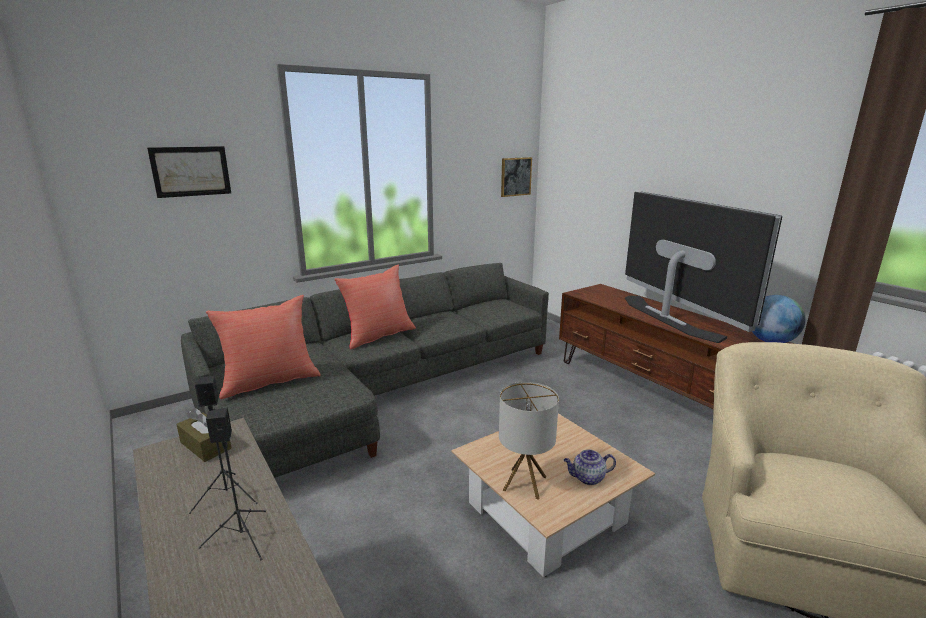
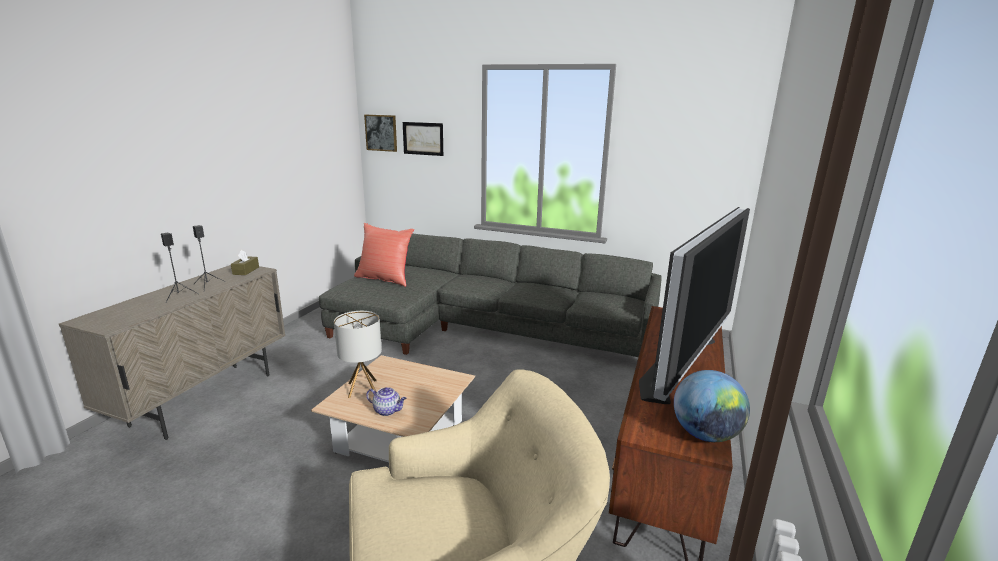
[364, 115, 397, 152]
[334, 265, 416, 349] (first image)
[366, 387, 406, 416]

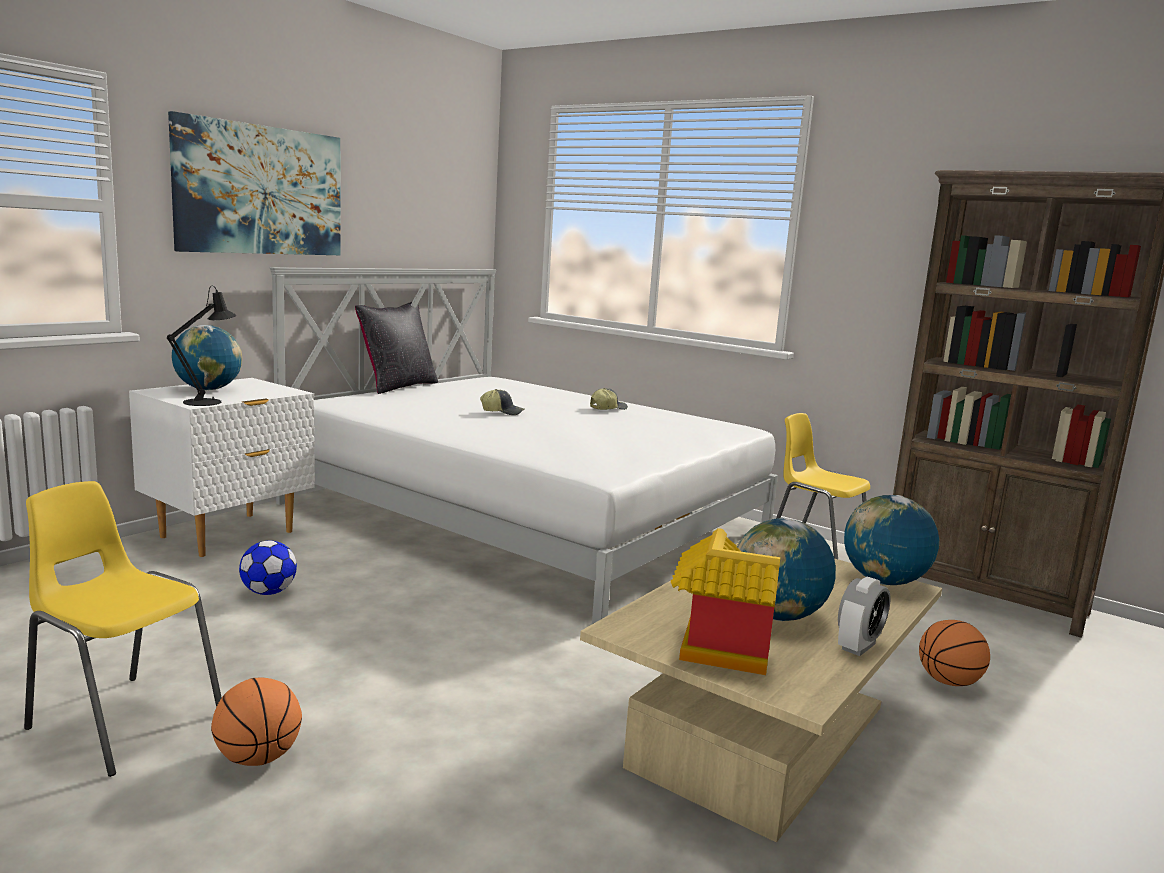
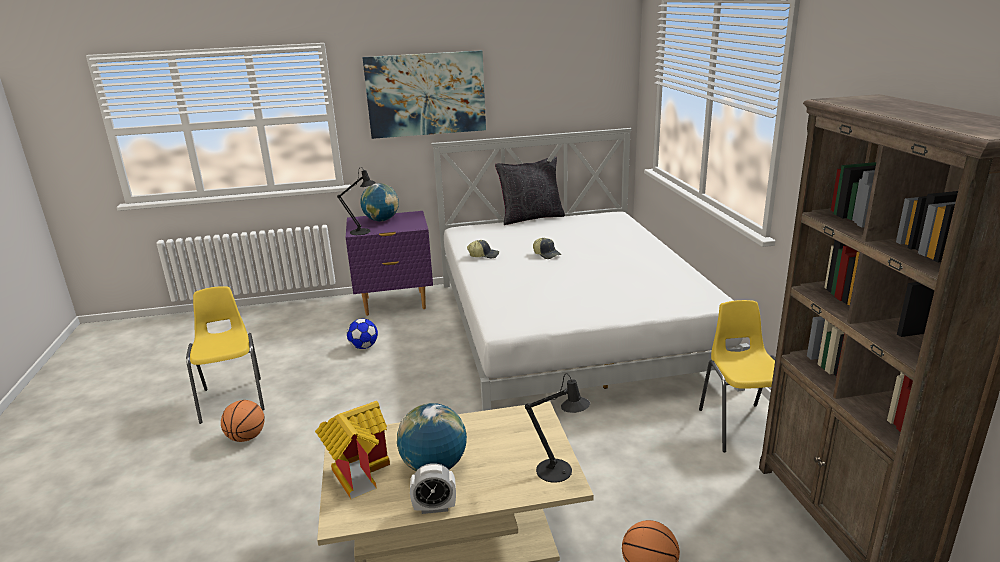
[345, 211, 433, 316]
[467, 240, 499, 258]
[525, 373, 590, 483]

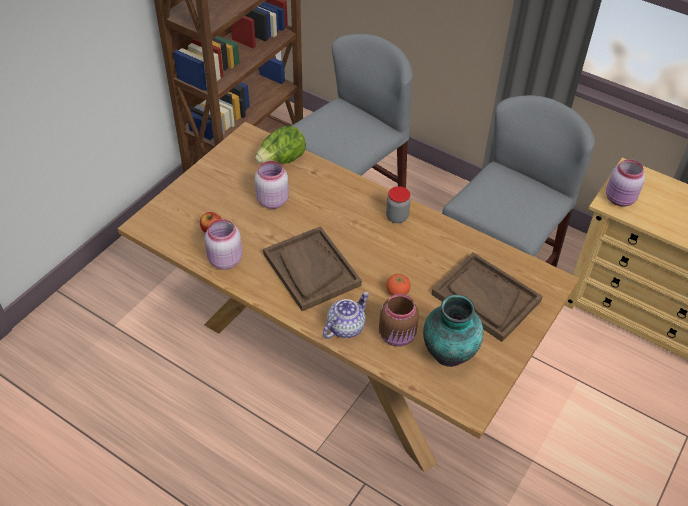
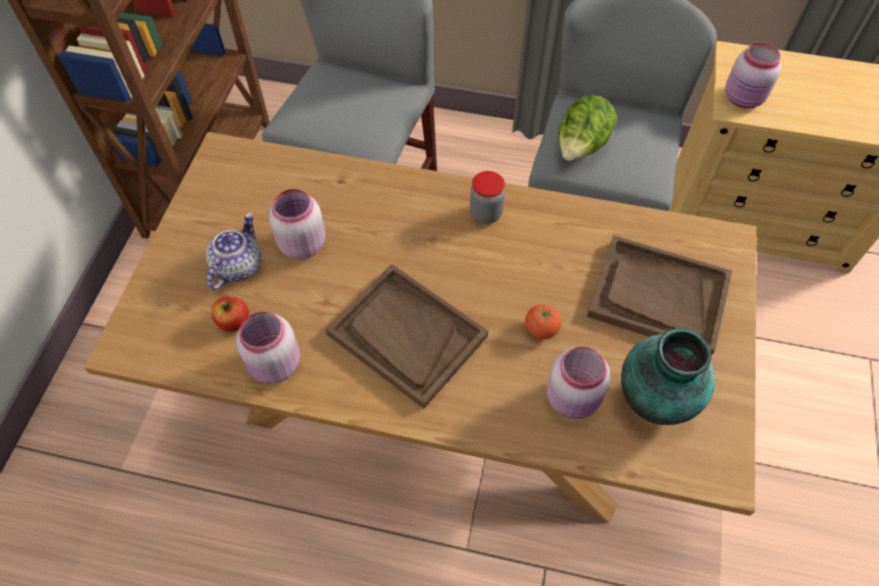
[558, 95, 617, 161]
[206, 213, 261, 290]
[547, 346, 611, 419]

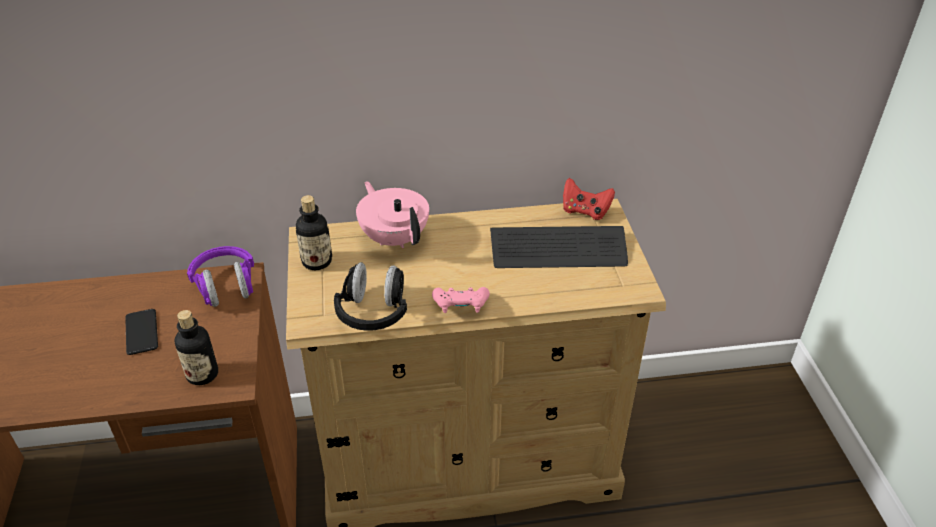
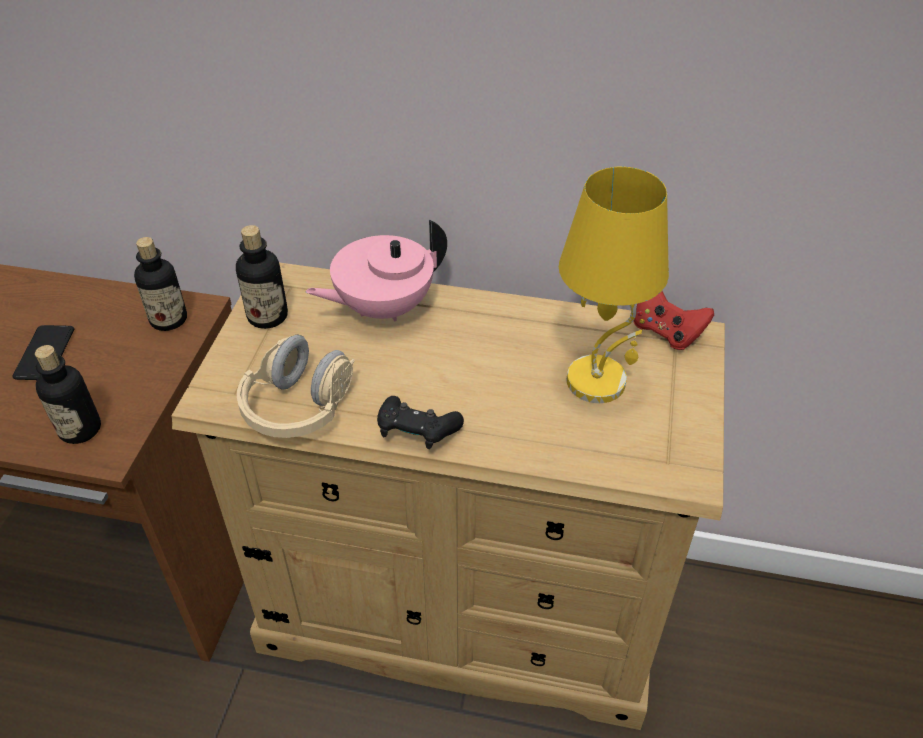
[305, 220, 447, 321]
[559, 167, 669, 403]
[134, 237, 187, 331]
[237, 335, 355, 438]
[377, 396, 464, 449]

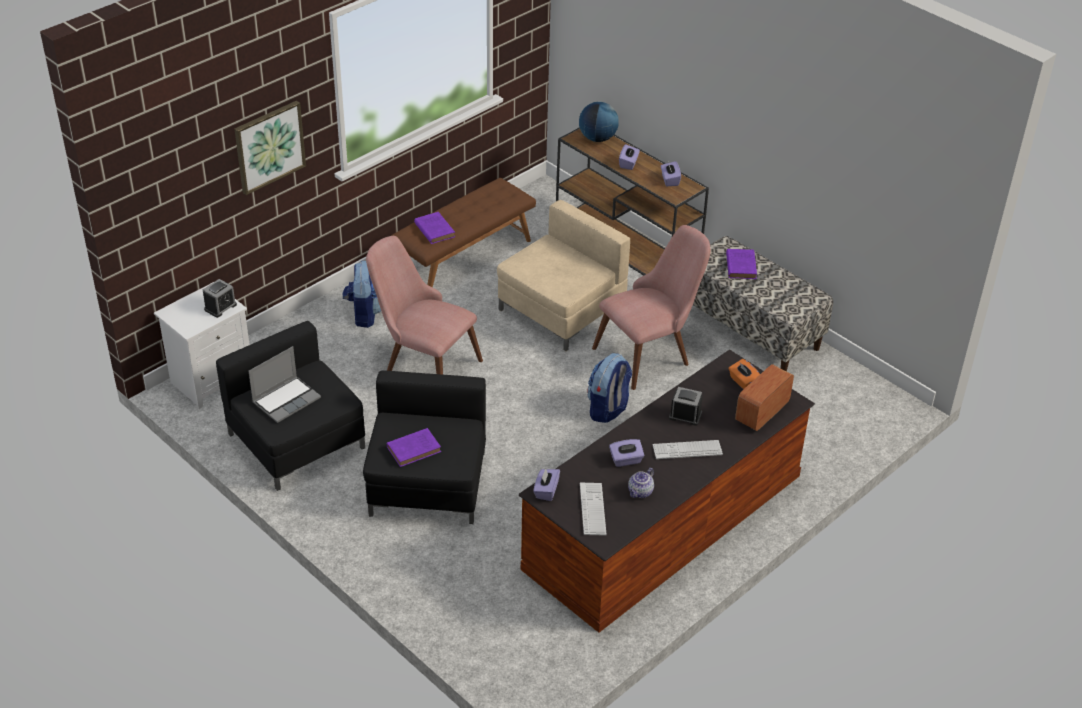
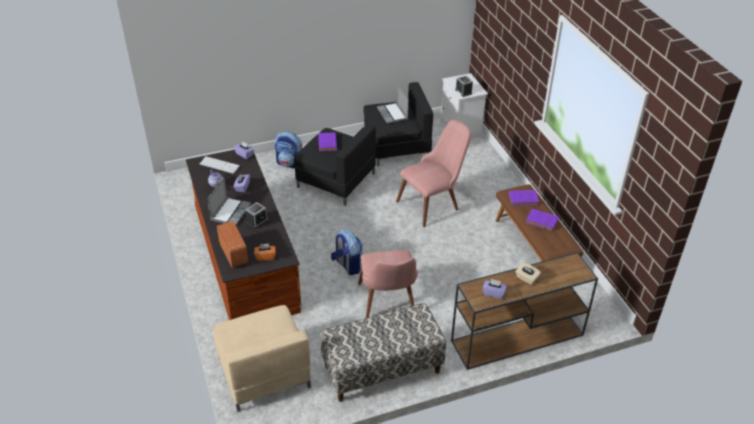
[235, 101, 306, 195] (first image)
[579, 102, 619, 142] (first image)
[515, 262, 541, 285]
[213, 305, 311, 412]
[526, 208, 559, 231]
[275, 131, 302, 169]
[207, 177, 251, 225]

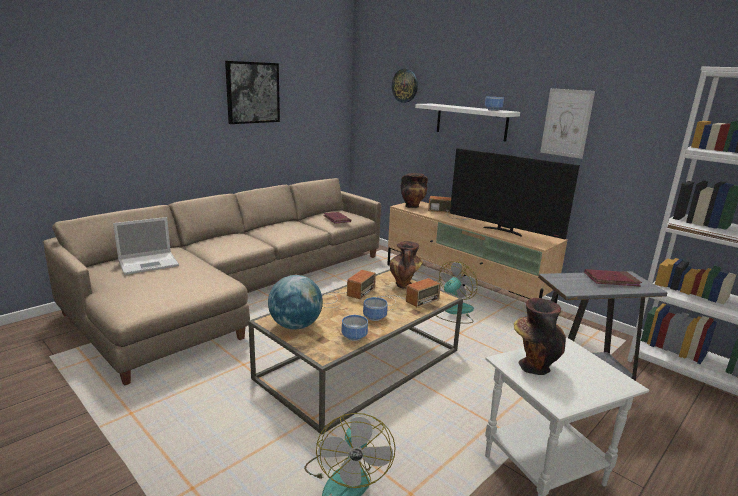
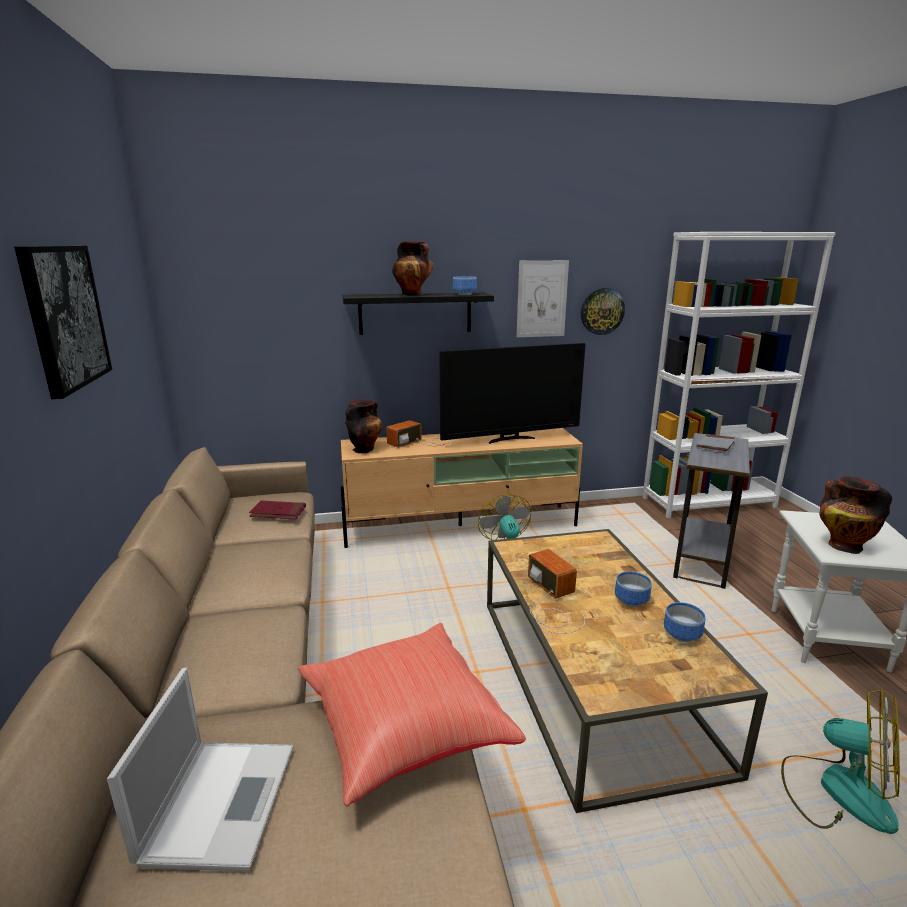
[581, 288, 625, 335]
[342, 292, 494, 335]
[392, 241, 433, 295]
[696, 434, 736, 453]
[268, 275, 323, 330] (first image)
[378, 278, 441, 311] (first image)
[298, 623, 526, 807]

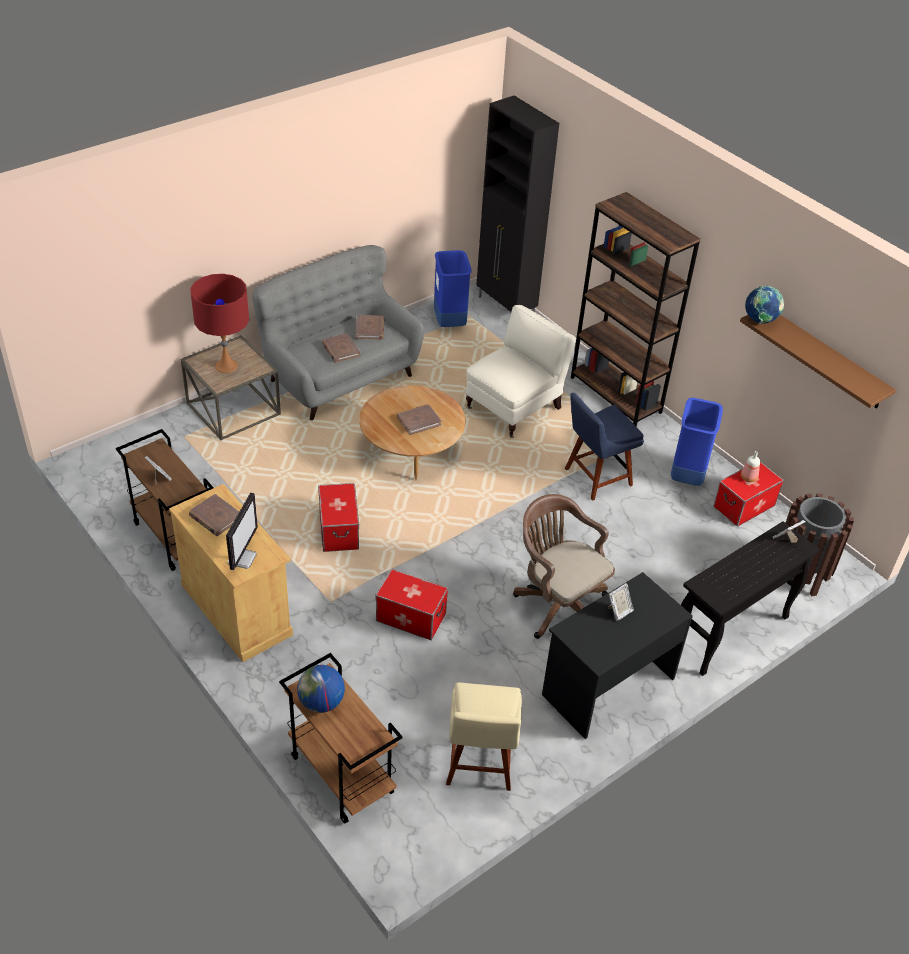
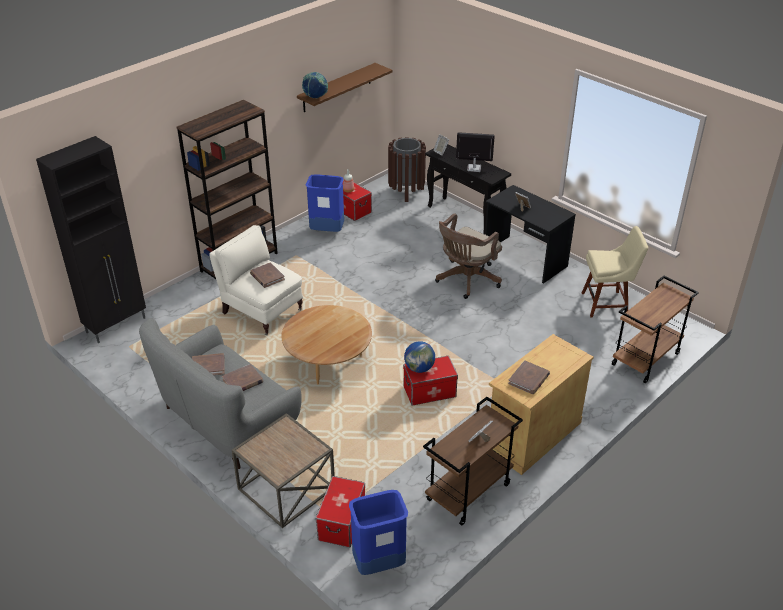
[349, 490, 408, 575]
[190, 274, 249, 373] (first image)
[565, 393, 644, 501] (first image)
[250, 262, 285, 288]
[456, 132, 495, 172]
[316, 476, 365, 547]
[404, 341, 435, 373]

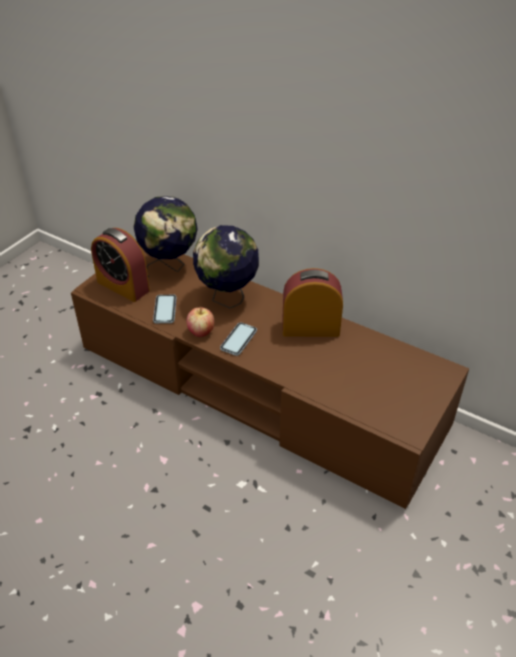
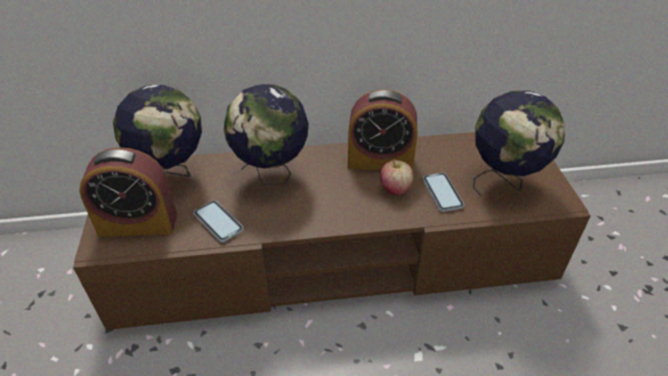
[348, 90, 417, 171]
[380, 160, 413, 195]
[423, 173, 464, 212]
[473, 91, 565, 196]

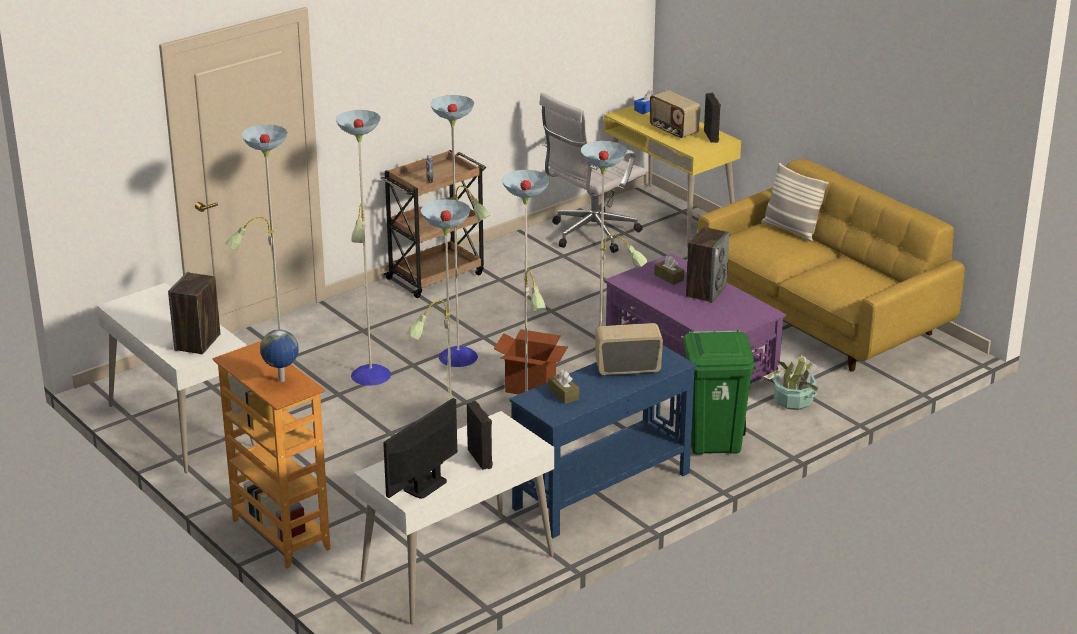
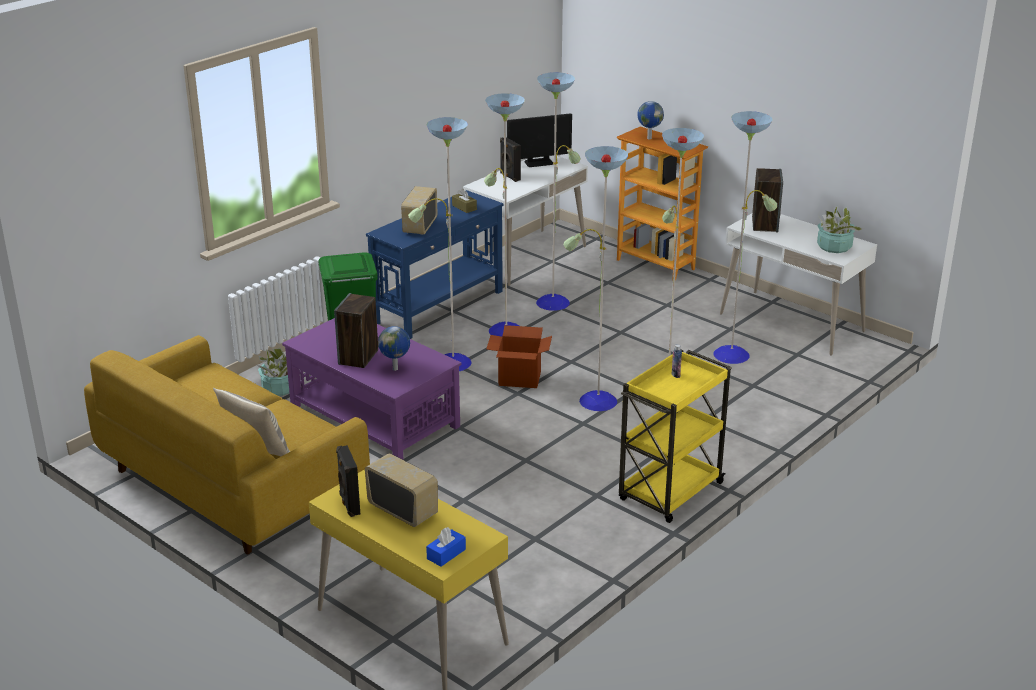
[539, 93, 646, 253] (first image)
[619, 349, 732, 523]
[378, 326, 410, 371]
[401, 186, 437, 235]
[507, 113, 572, 167]
[817, 206, 865, 253]

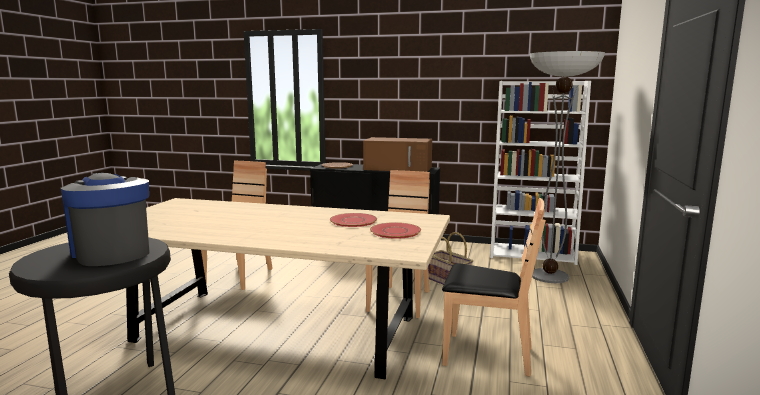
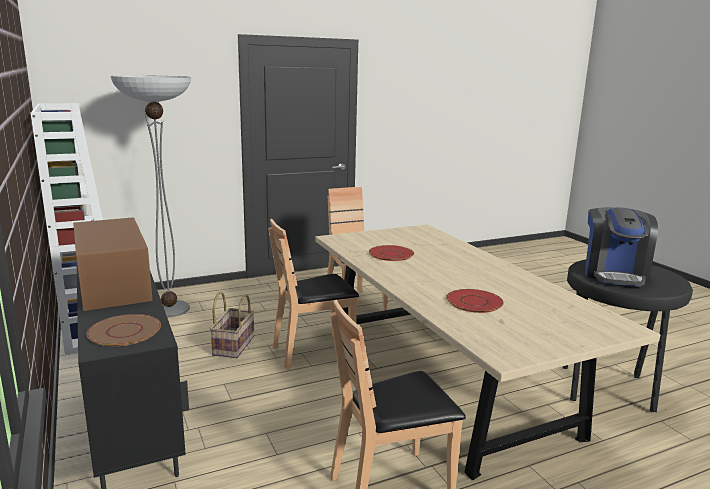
[446, 289, 504, 313]

